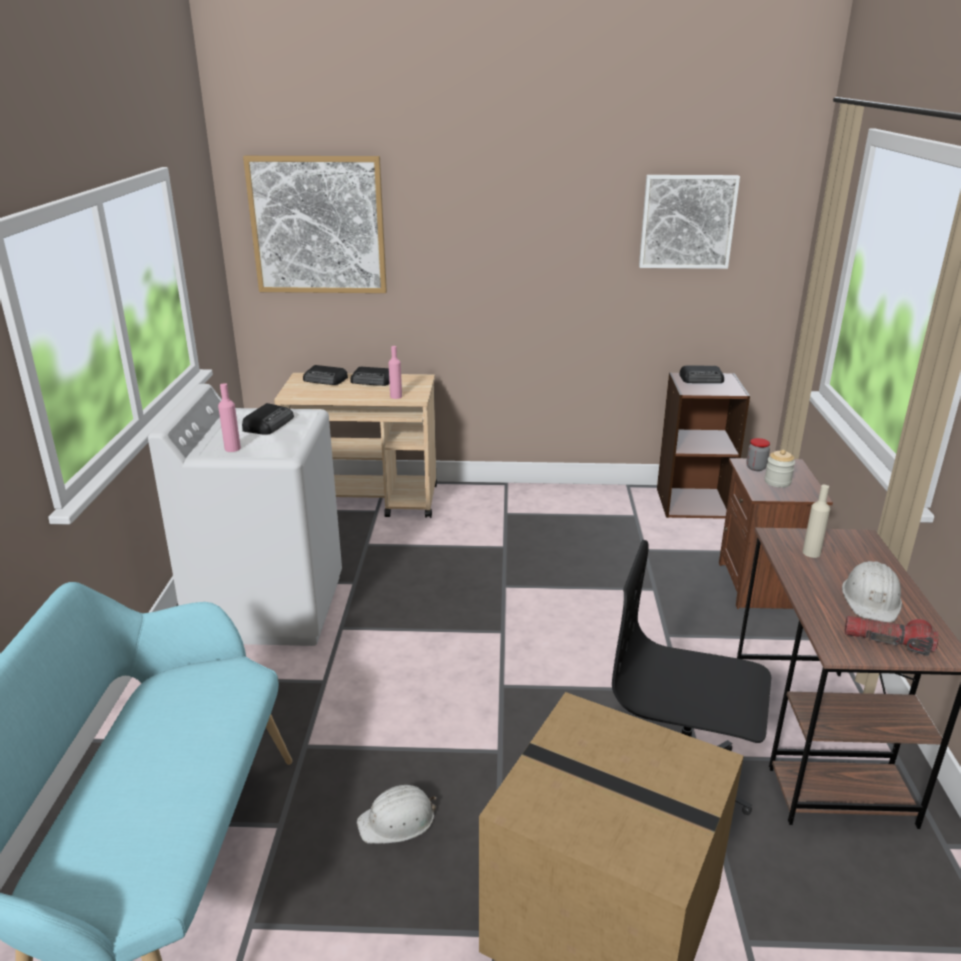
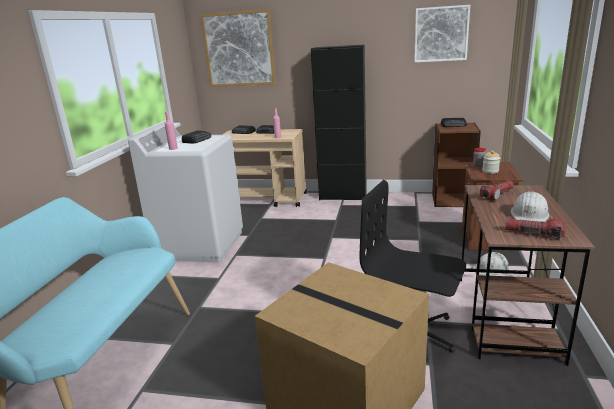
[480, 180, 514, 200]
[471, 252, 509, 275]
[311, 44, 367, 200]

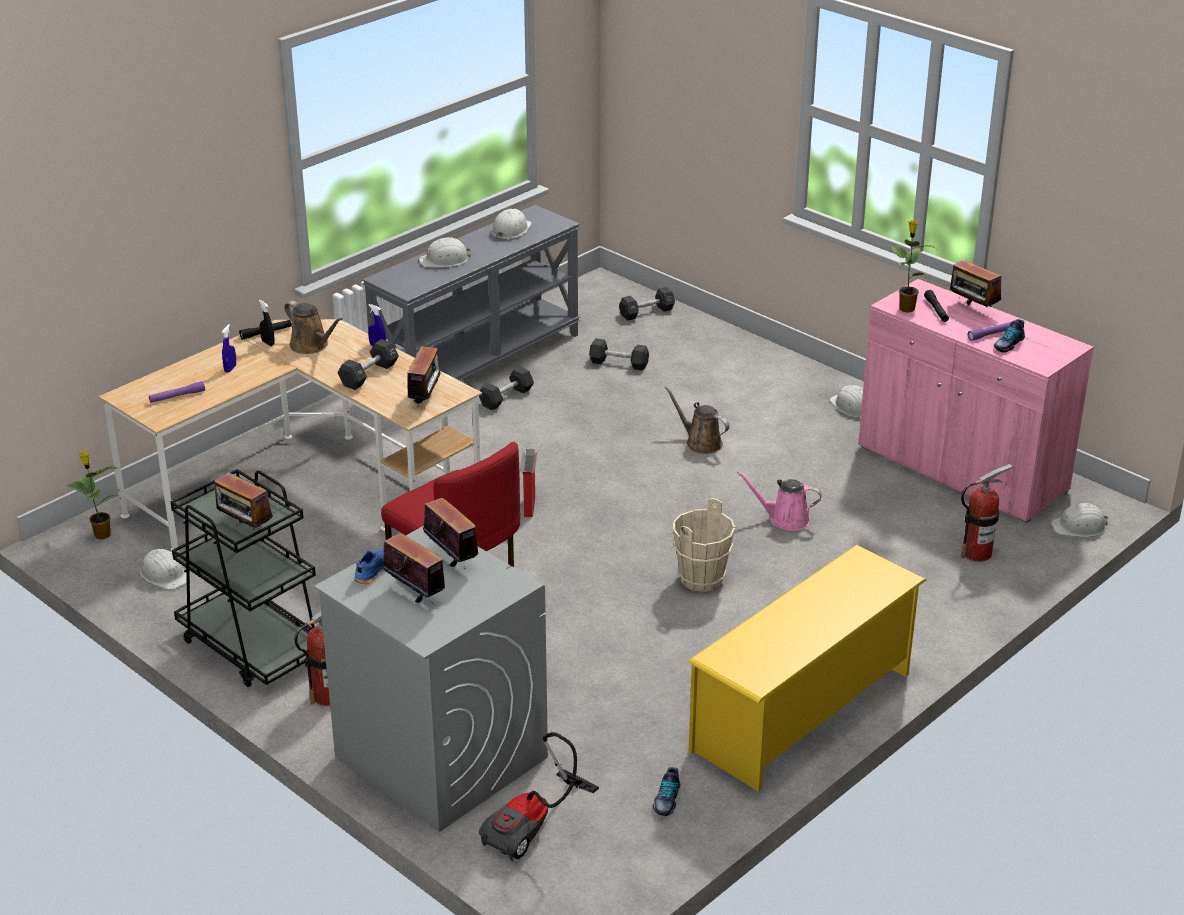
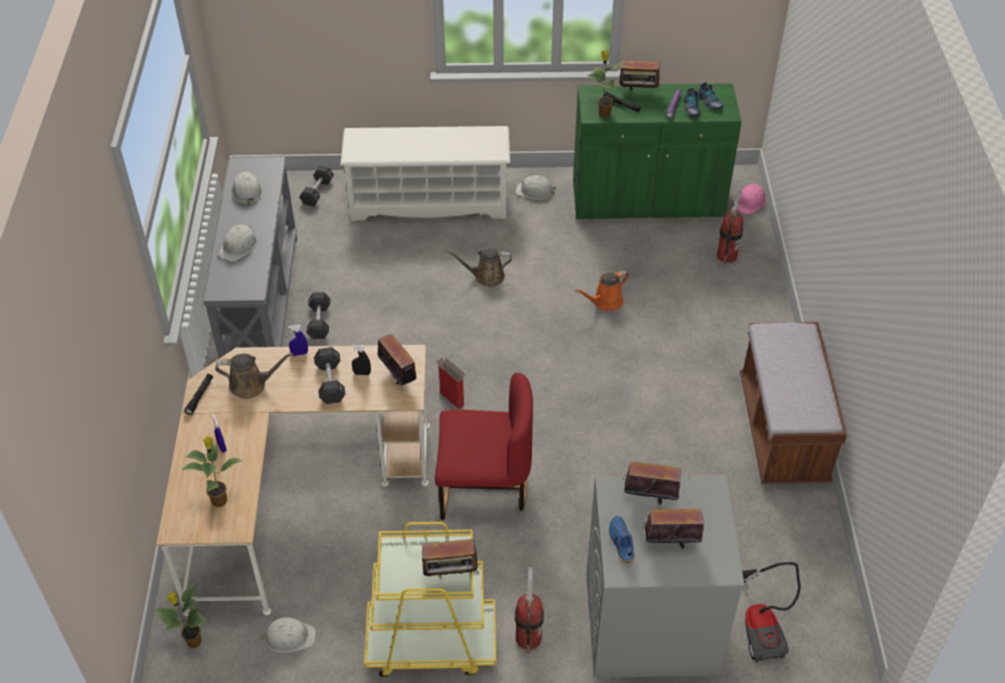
[573, 83, 742, 219]
[352, 345, 371, 375]
[589, 338, 649, 371] (first image)
[181, 437, 243, 507]
[364, 522, 496, 677]
[575, 270, 629, 311]
[673, 498, 735, 592] (first image)
[737, 184, 766, 214]
[740, 322, 847, 484]
[697, 82, 723, 110]
[340, 126, 510, 221]

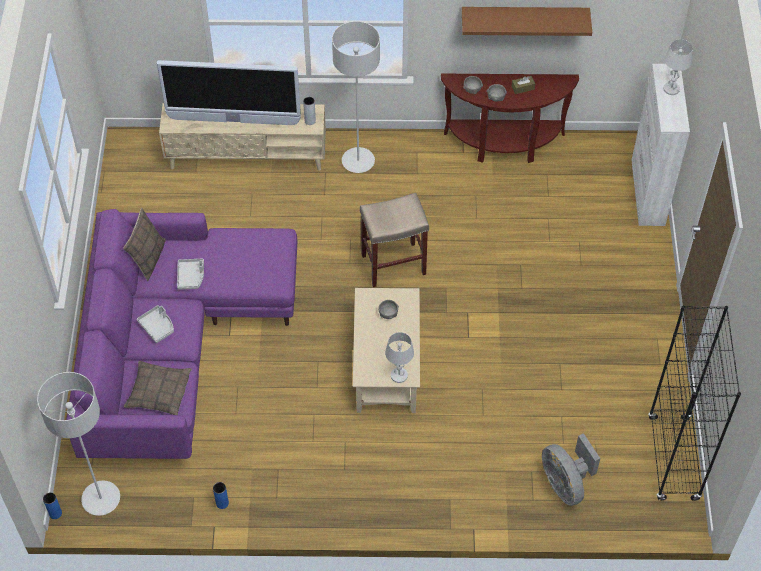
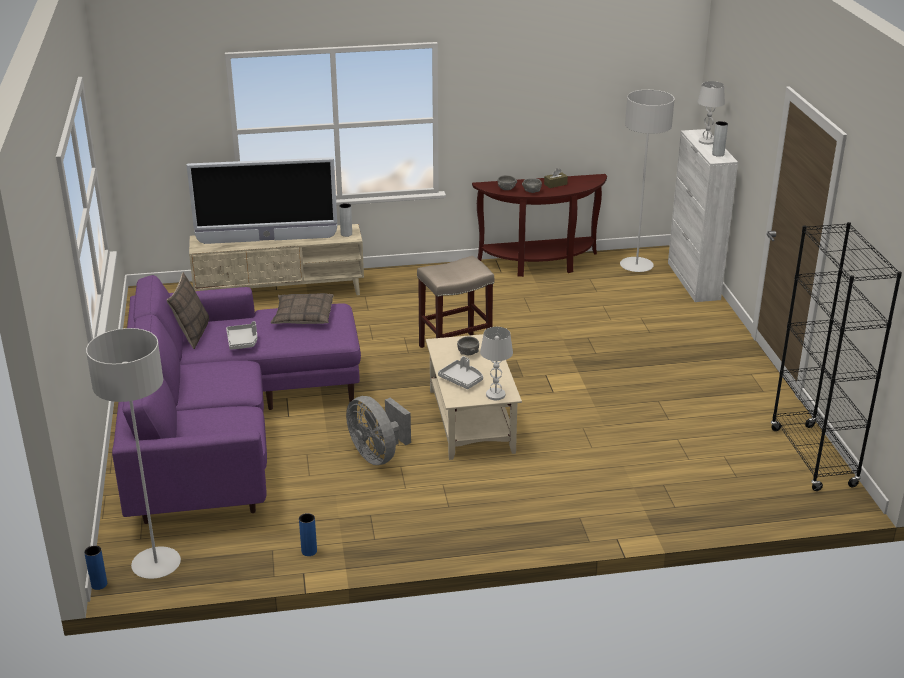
[462, 7, 592, 36] (first image)
[620, 90, 675, 272]
[438, 356, 483, 389]
[271, 293, 334, 324]
[346, 396, 411, 465]
[712, 121, 728, 157]

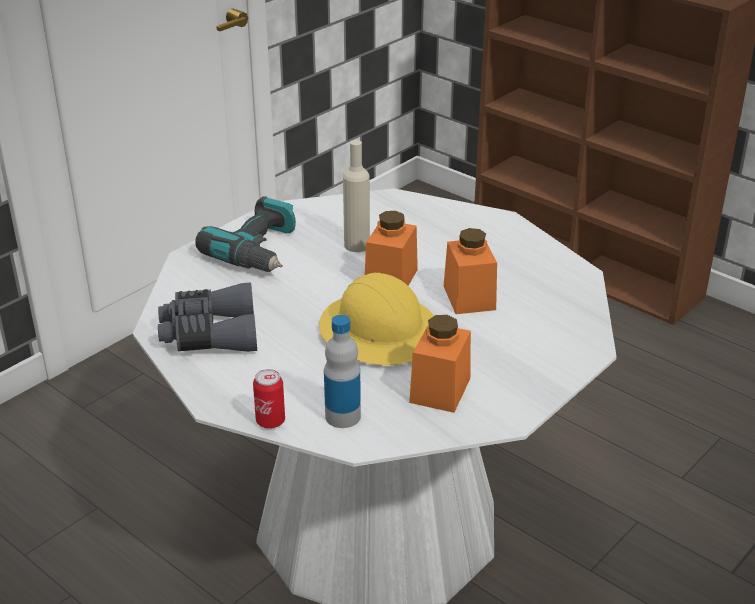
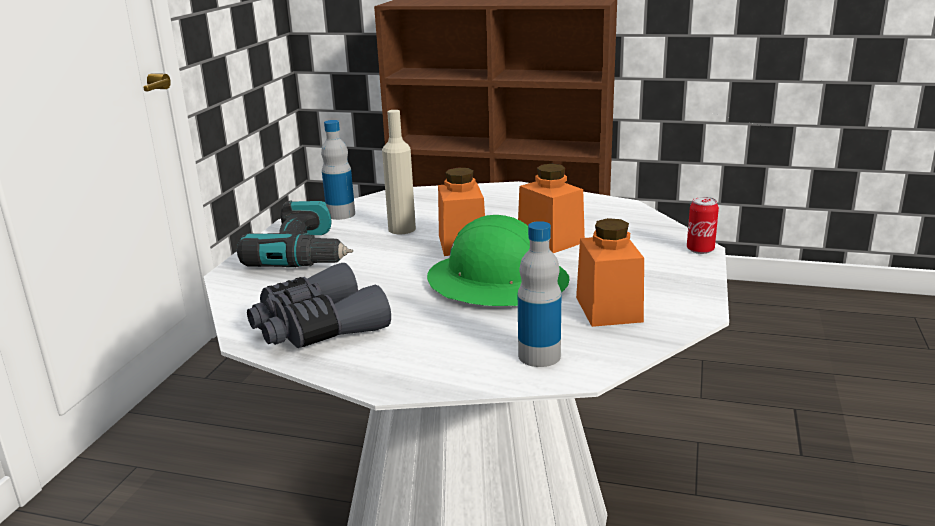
[427, 215, 569, 306]
[687, 197, 719, 254]
[321, 120, 355, 220]

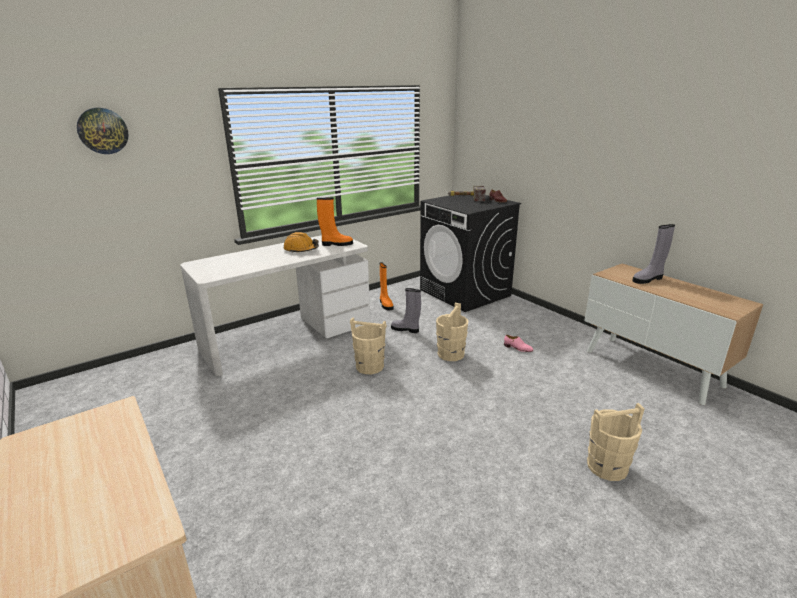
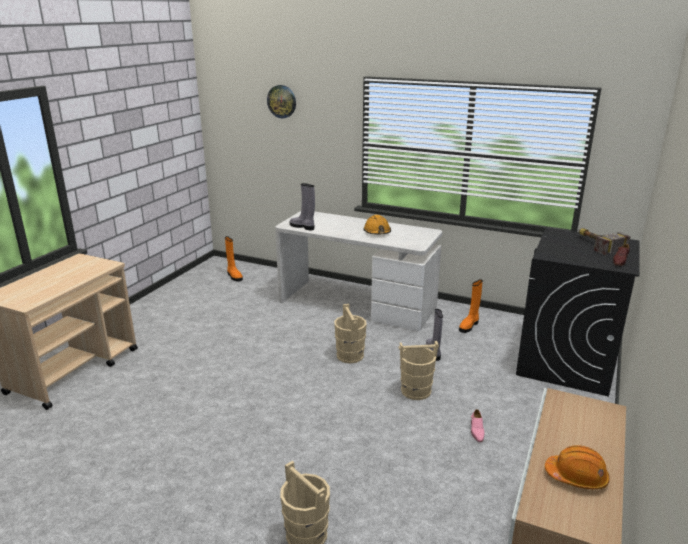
[225, 236, 243, 282]
[290, 183, 315, 231]
[545, 445, 610, 489]

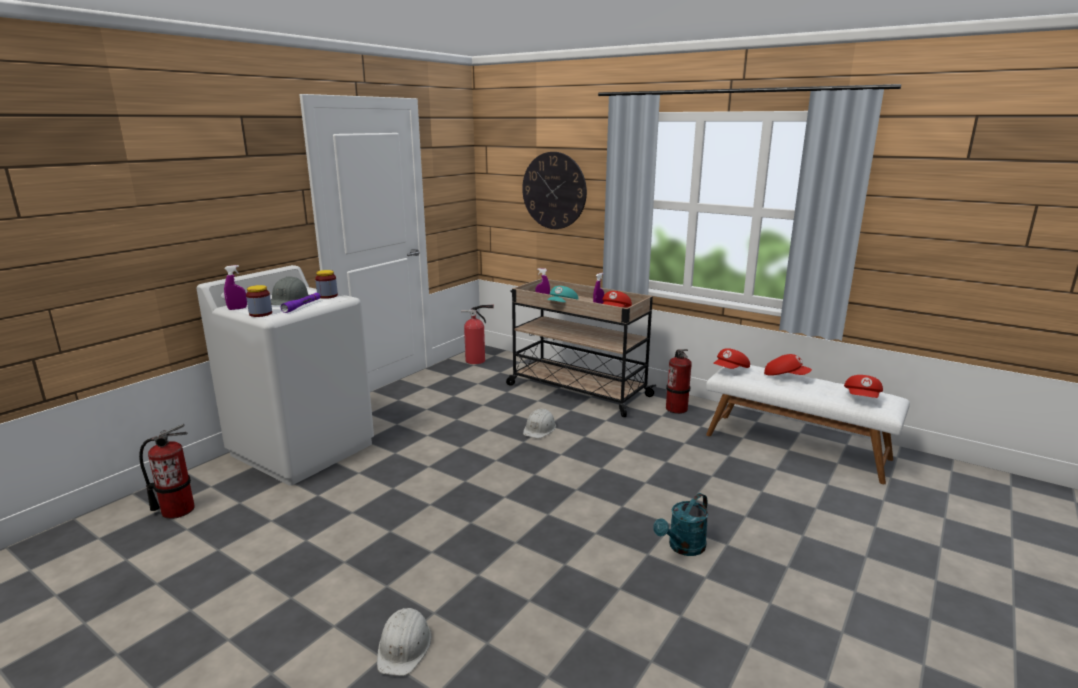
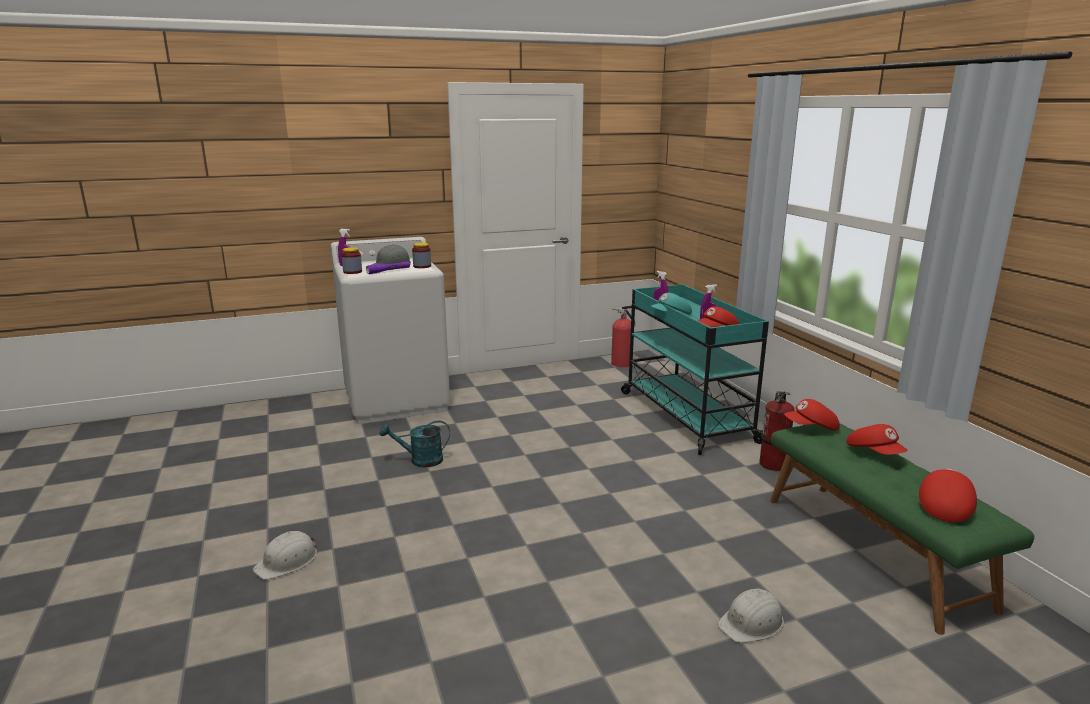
[522, 152, 587, 229] (first image)
[621, 284, 769, 455]
[770, 424, 1034, 635]
[919, 468, 977, 522]
[717, 588, 784, 643]
[139, 424, 195, 519] (first image)
[380, 420, 450, 468]

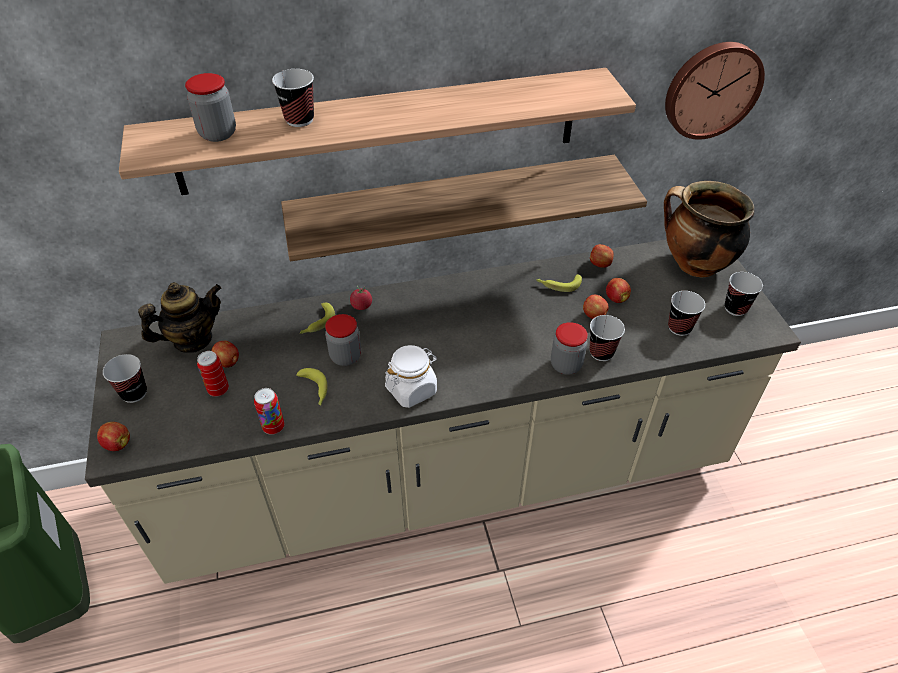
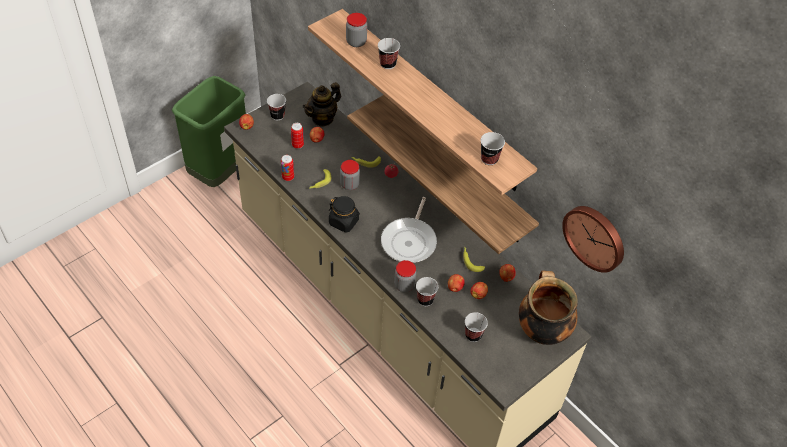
[481, 132, 505, 165]
[303, 82, 341, 127]
[329, 196, 360, 233]
[381, 197, 437, 263]

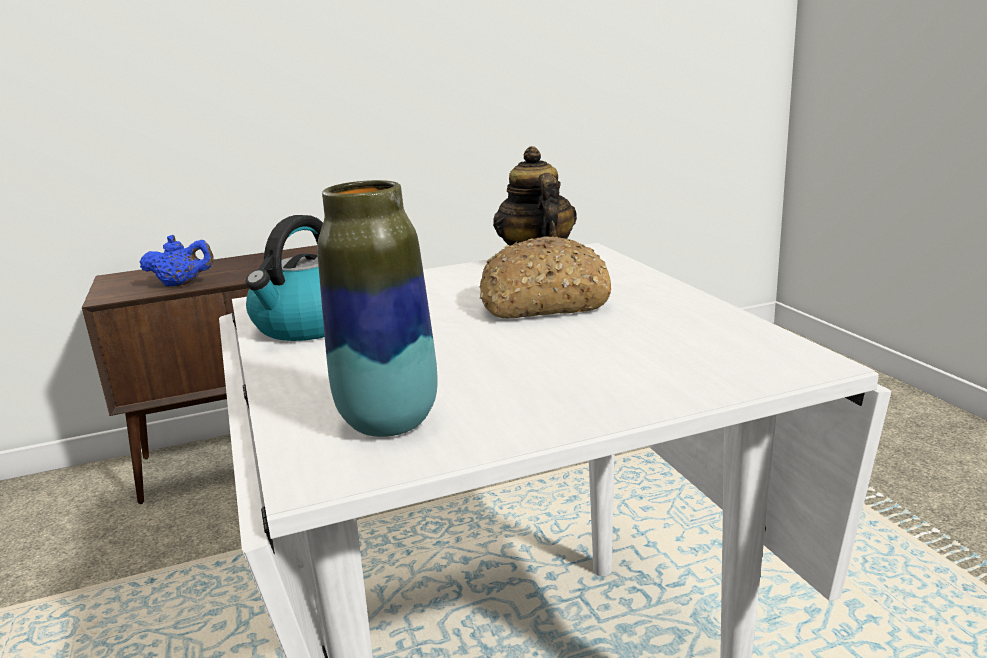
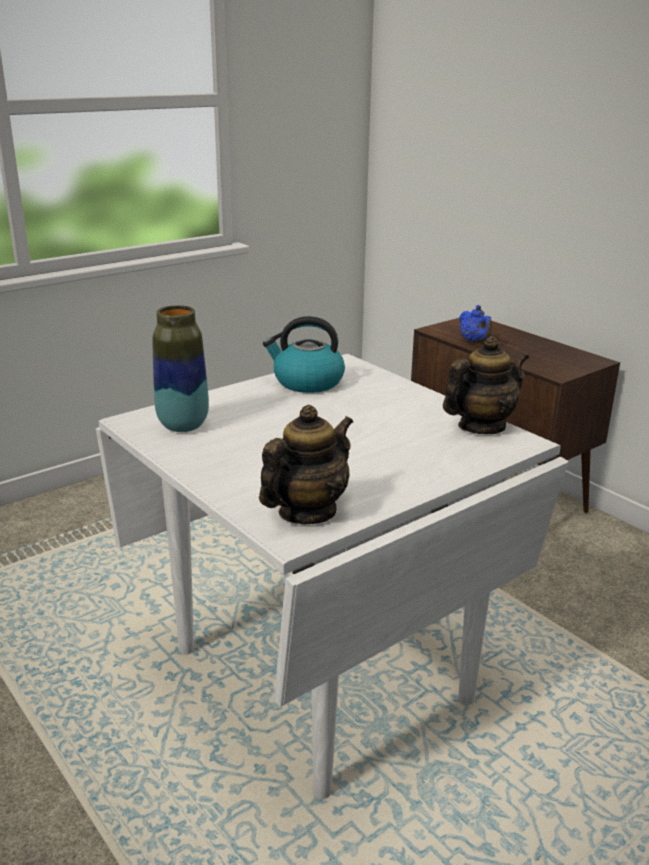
[479, 236, 612, 319] (first image)
[259, 405, 353, 525]

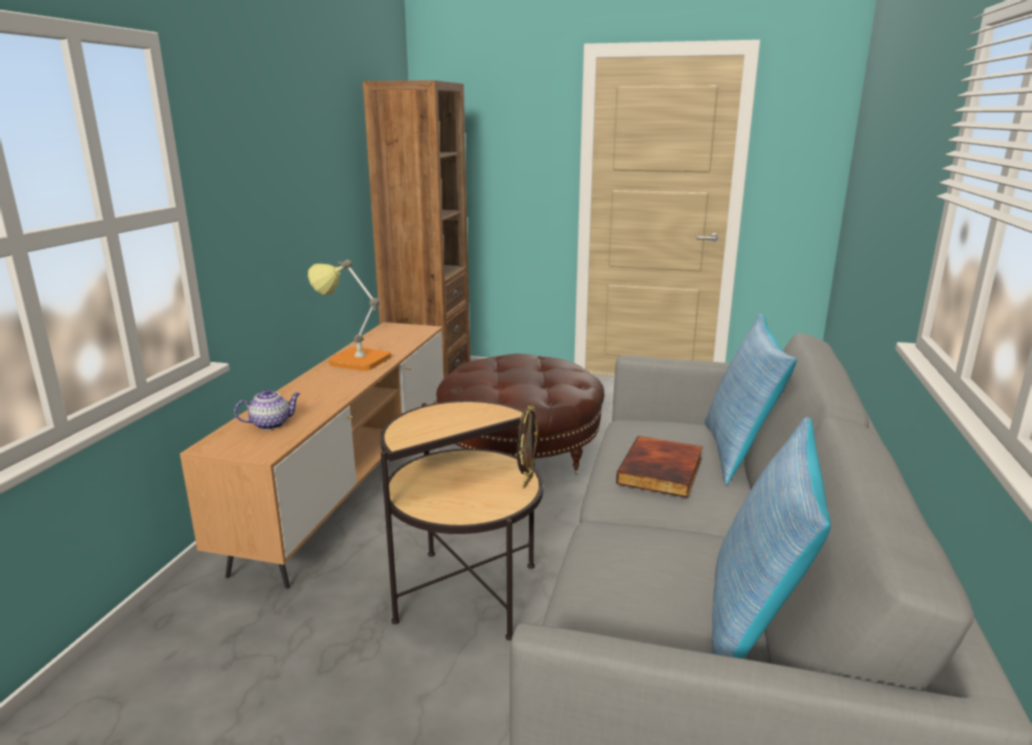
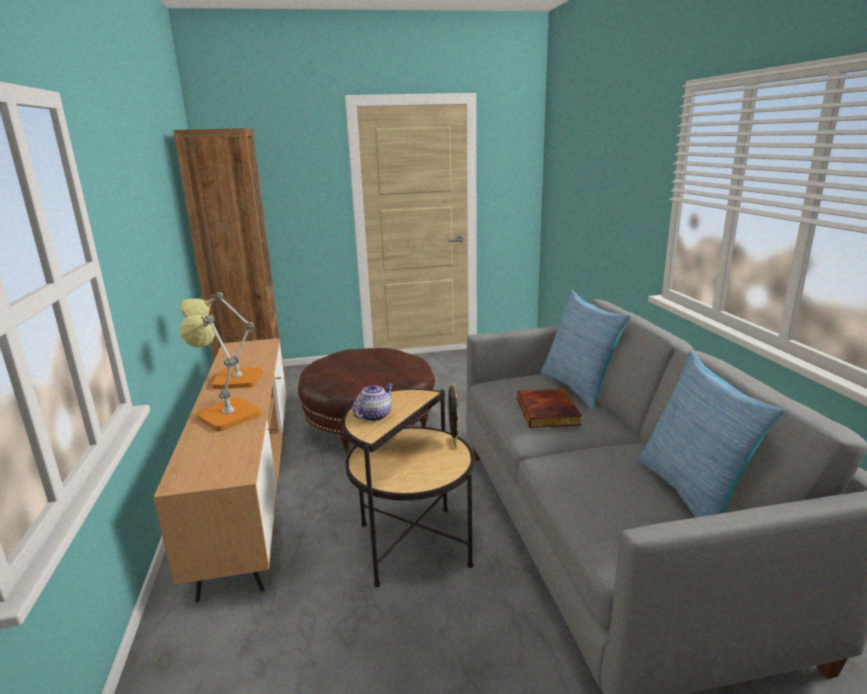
[352, 383, 393, 421]
[180, 315, 261, 431]

